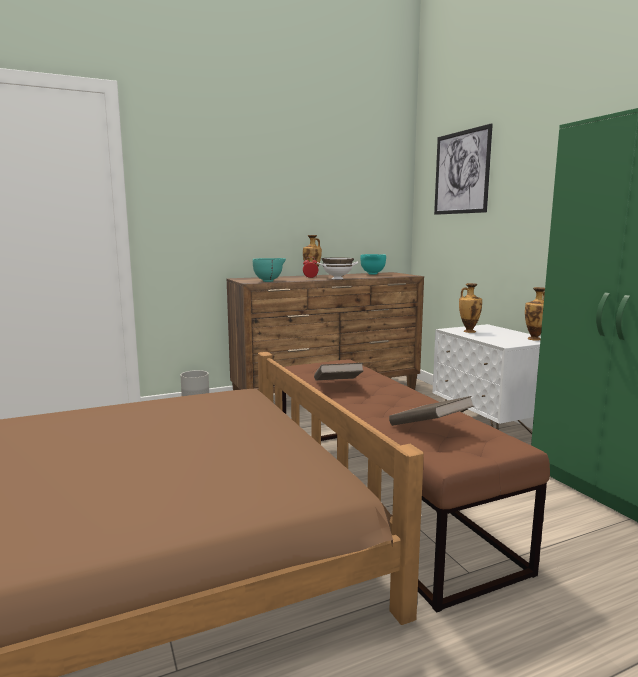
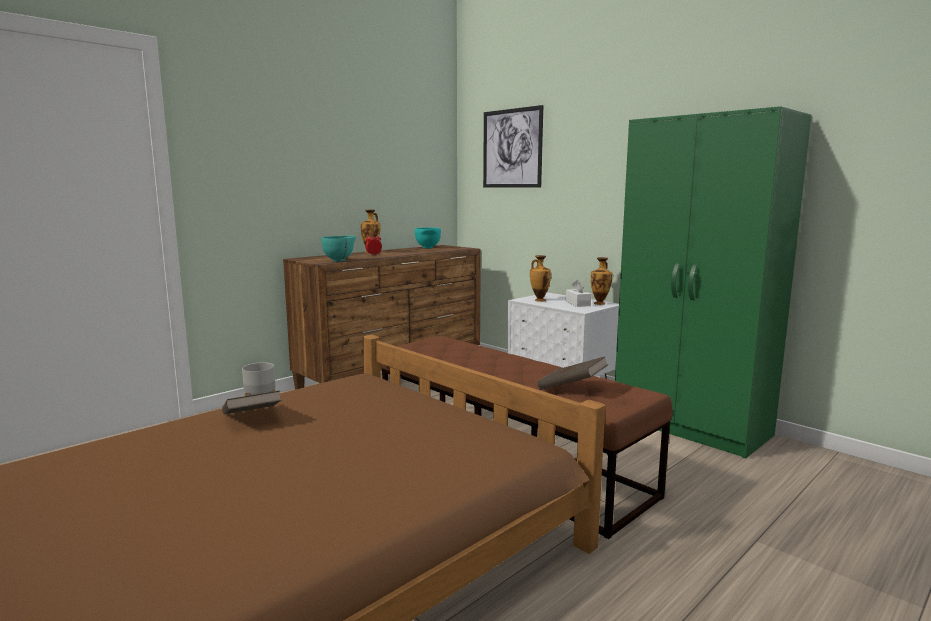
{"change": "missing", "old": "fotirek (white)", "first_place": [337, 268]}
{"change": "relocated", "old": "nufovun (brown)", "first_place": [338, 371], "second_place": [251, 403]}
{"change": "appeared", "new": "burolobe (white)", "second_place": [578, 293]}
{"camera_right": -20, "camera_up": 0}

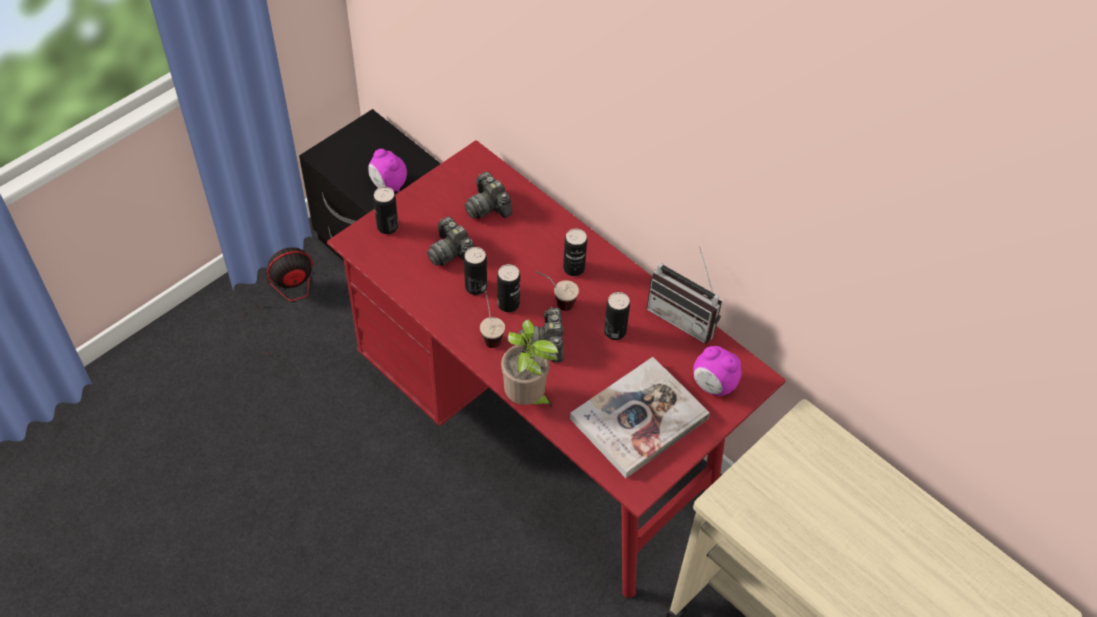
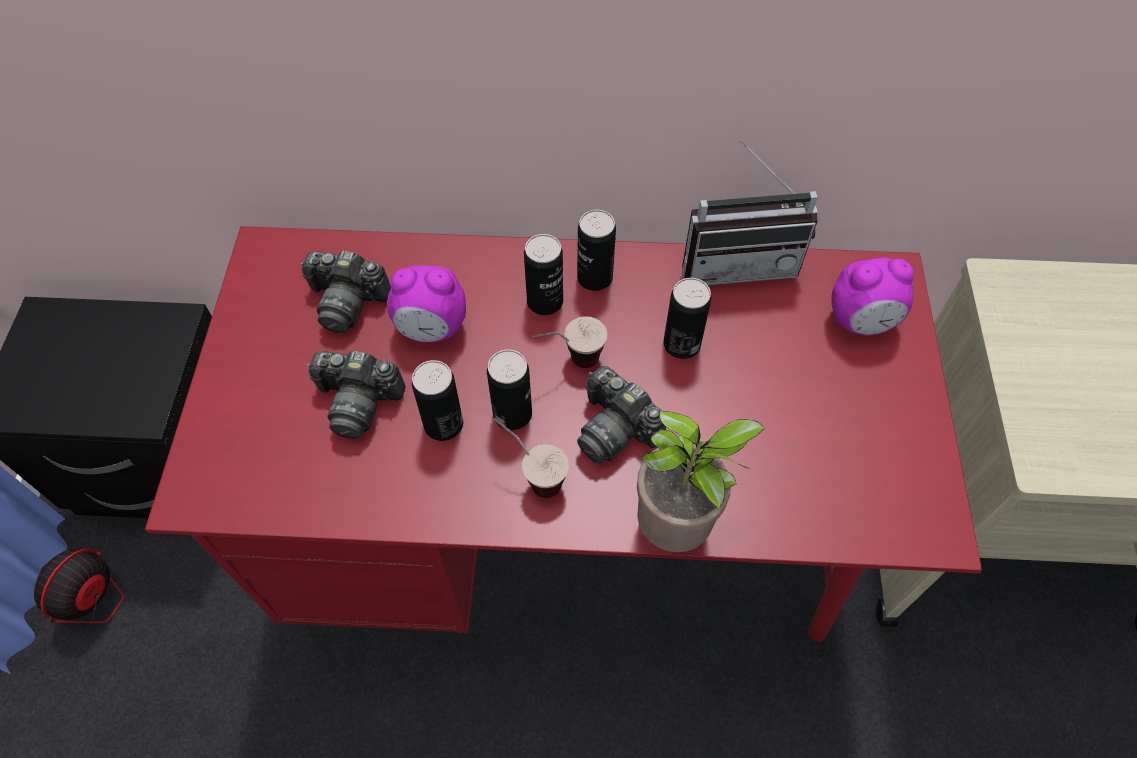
{"change": "relocated", "old": "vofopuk", "first_place": [387, 170], "second_place": [426, 304]}
{"change": "relocated", "old": "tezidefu", "first_place": [385, 210], "second_place": [596, 250]}
{"change": "missing", "old": "nufovun", "first_place": [640, 417]}
{"camera_right": -40, "camera_up": 5}

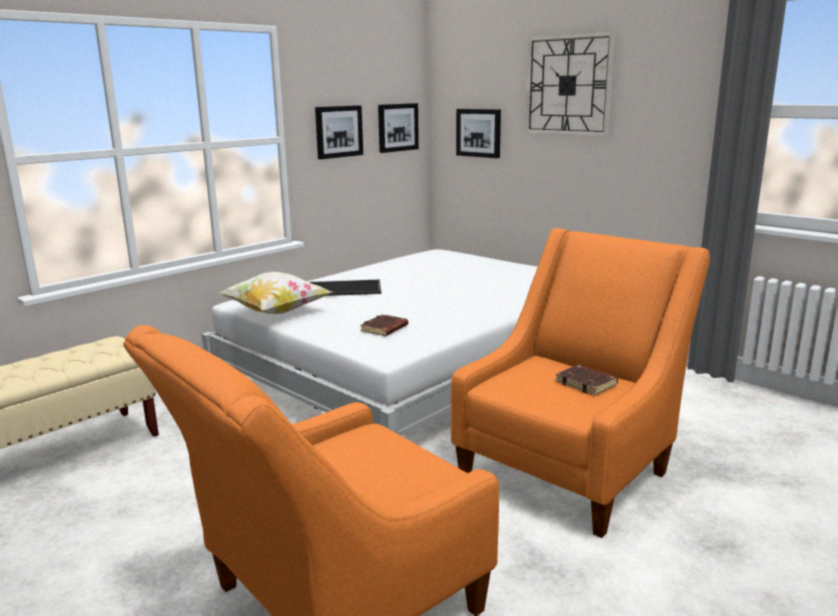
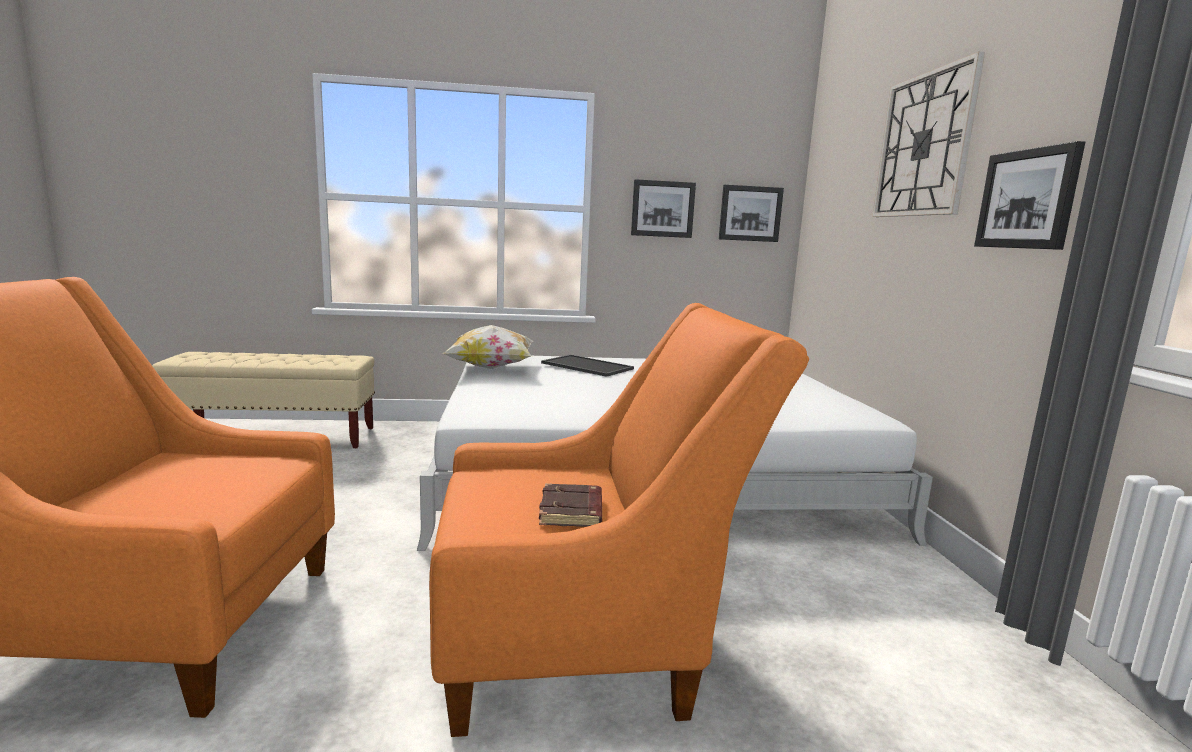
{"change": "relocated", "old": "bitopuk", "first_place": [478, 133], "second_place": [1029, 195]}
{"change": "missing", "old": "nufovun (brown)", "first_place": [384, 325]}
{"camera_right": 40, "camera_up": -5}

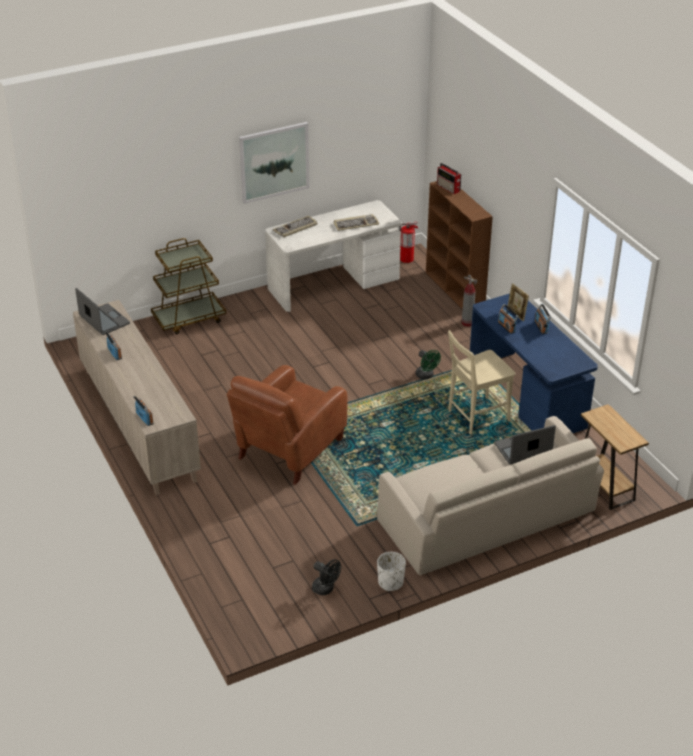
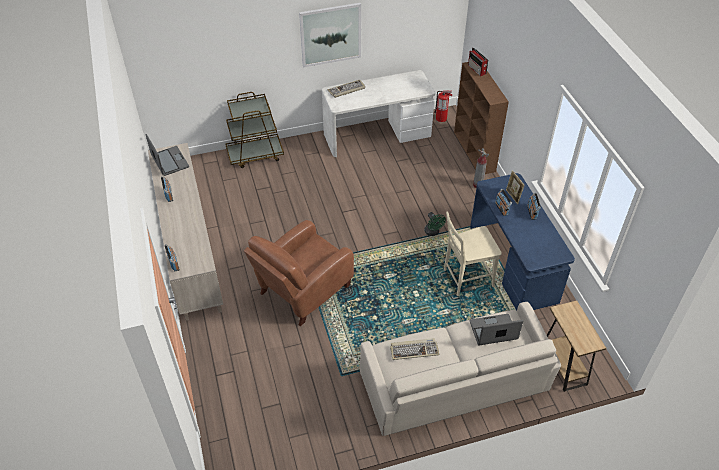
{"change": "relocated", "old": "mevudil", "first_place": [356, 222], "second_place": [415, 349]}
{"change": "missing", "old": "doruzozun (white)", "first_place": [391, 571]}
{"change": "missing", "old": "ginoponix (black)", "first_place": [326, 577]}
{"camera_right": 10, "camera_up": 10}

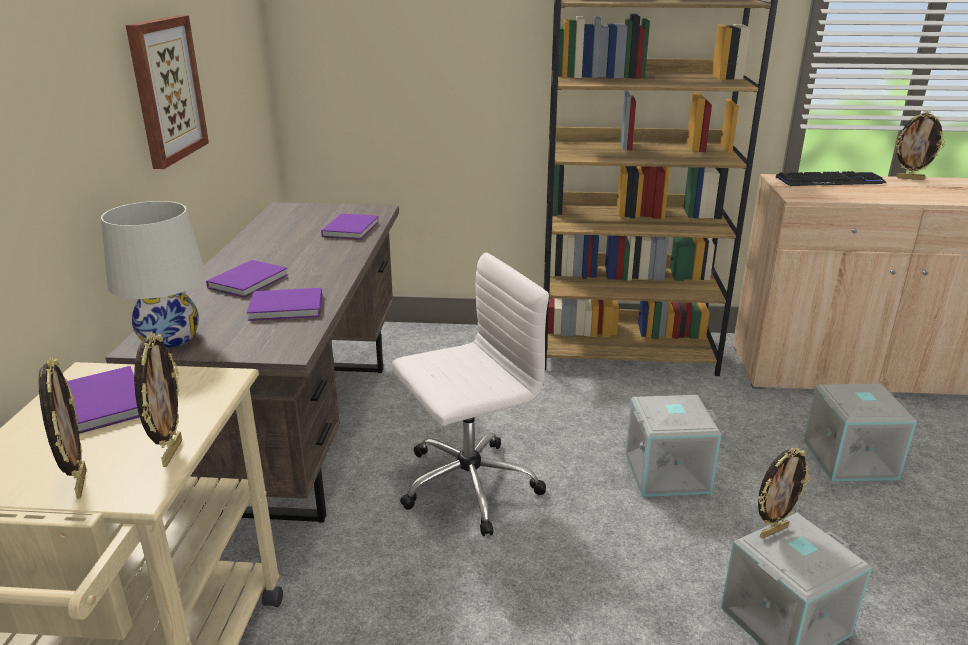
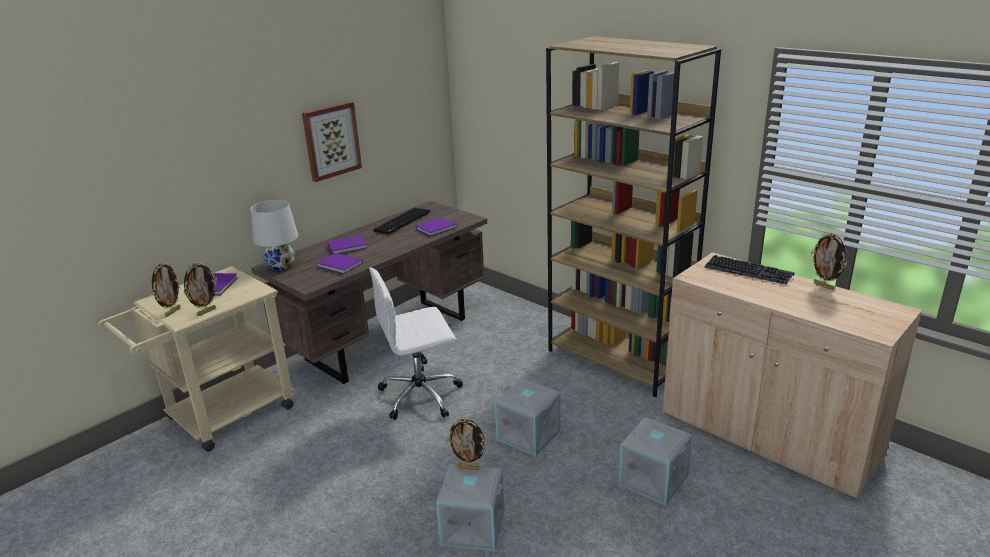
{"change": "spun", "old": "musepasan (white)", "first_place": [470, 394], "second_place": [416, 343], "degrees": 150}
{"change": "appeared", "new": "mevudil", "second_place": [401, 221]}
{"camera_right": 40, "camera_up": 0}

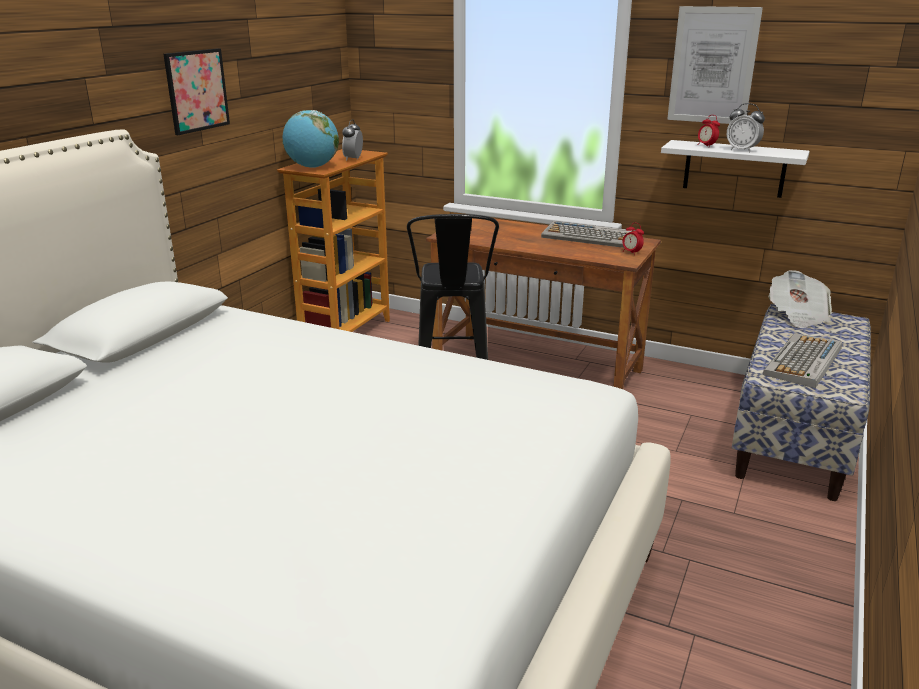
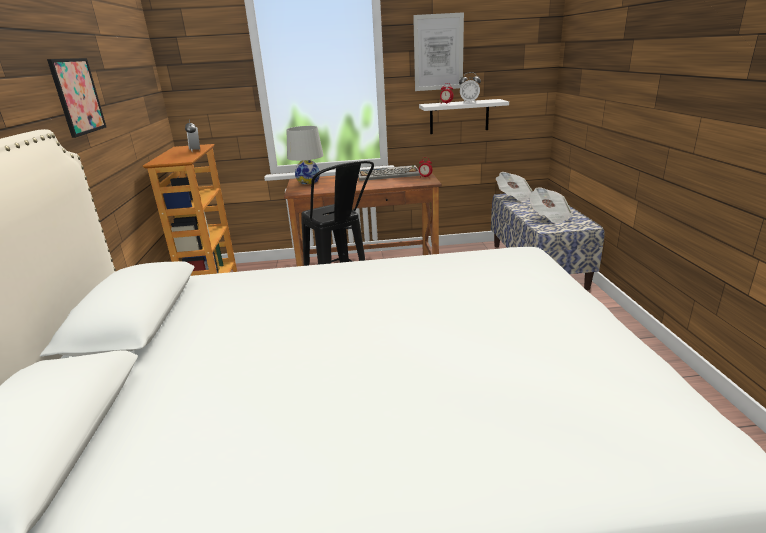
{"change": "missing", "old": "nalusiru", "first_place": [311, 139]}
{"change": "exchanged", "old": "mevudil", "new": "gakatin", "first_place": [802, 360], "second_place": [551, 205]}
{"change": "appeared", "new": "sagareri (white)", "second_place": [305, 155]}
{"camera_right": -30, "camera_up": 0}

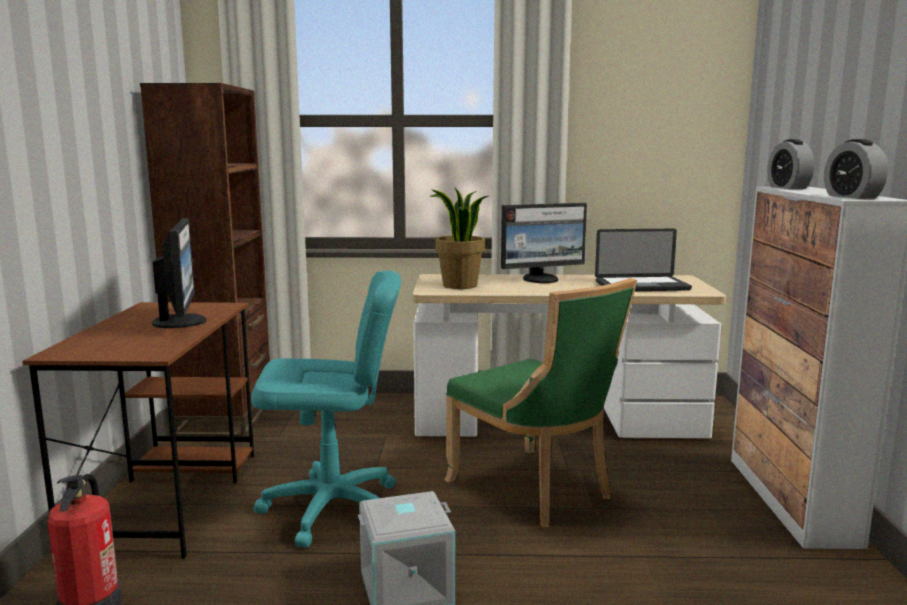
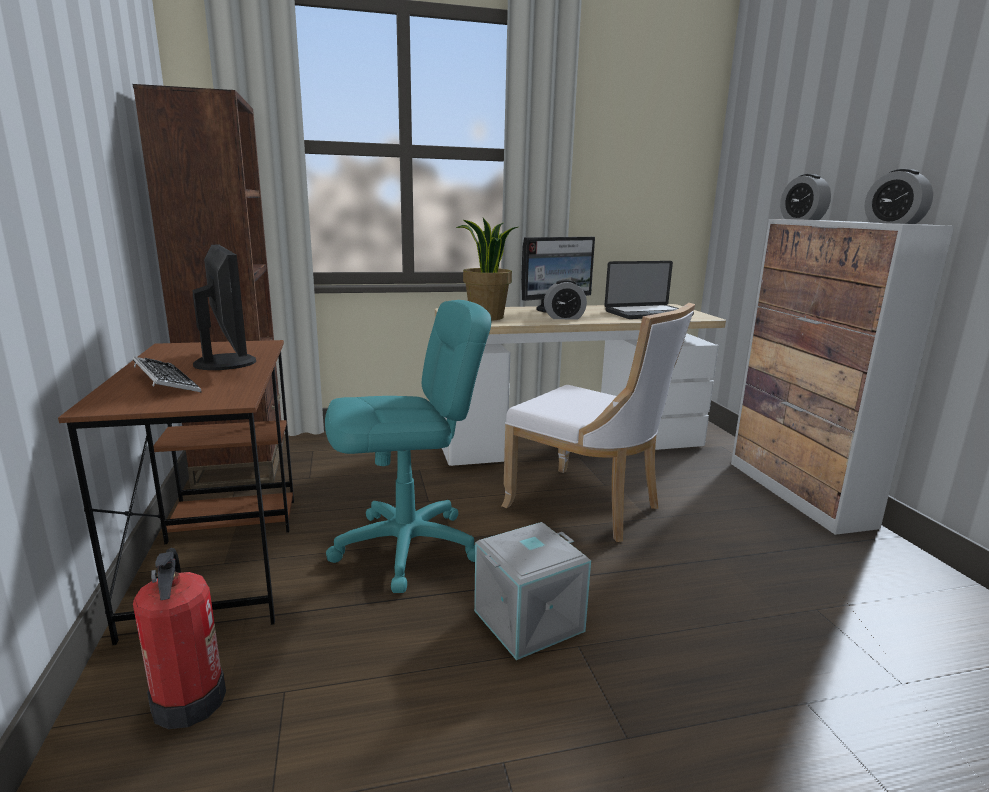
{"change": "colour", "old": "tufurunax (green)", "new": "tufurunax (white)", "first_place": [541, 402], "second_place": [598, 422]}
{"change": "appeared", "new": "vofopuk", "second_place": [565, 299]}
{"change": "appeared", "new": "mevudil", "second_place": [167, 374]}
{"camera_right": -15, "camera_up": 5}

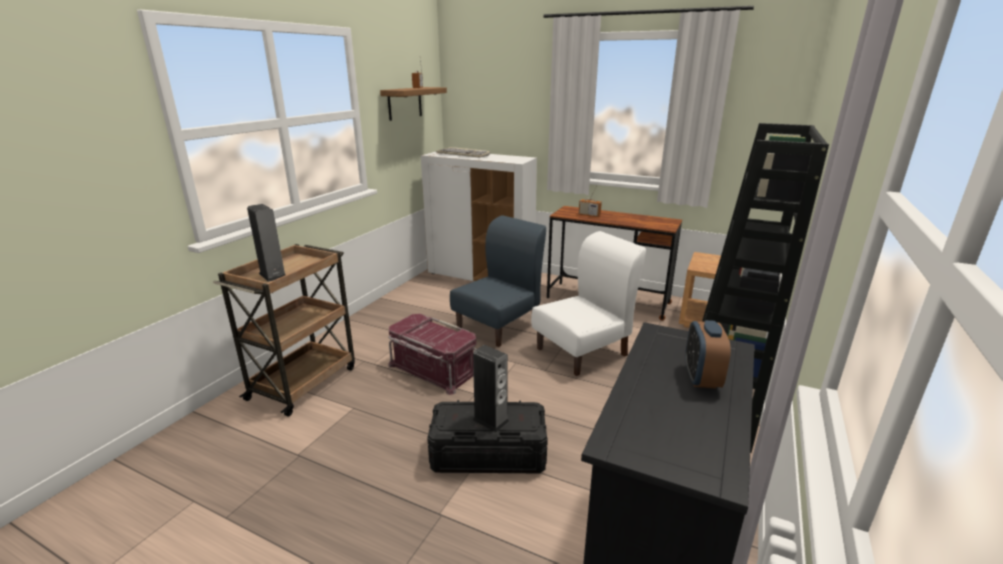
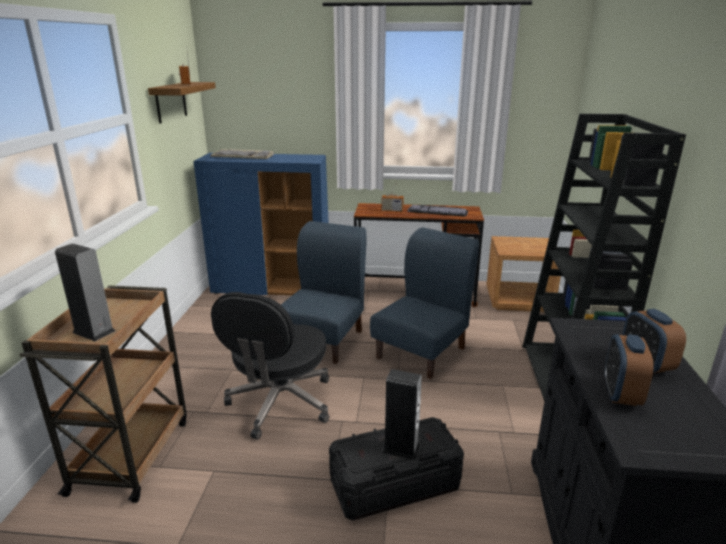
{"change": "colour", "old": "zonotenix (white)", "new": "zonotenix (blue)", "first_place": [479, 216], "second_place": [261, 224]}
{"change": "colour", "old": "tufurunax (white)", "new": "tufurunax (blue)", "first_place": [588, 303], "second_place": [424, 303]}
{"change": "exchanged", "old": "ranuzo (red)", "new": "musepasan (black)", "first_place": [432, 354], "second_place": [270, 366]}
{"change": "appeared", "new": "mevudil", "second_place": [437, 211]}
{"change": "appeared", "new": "vofopuk", "second_place": [629, 370]}
{"camera_right": -20, "camera_up": 0}

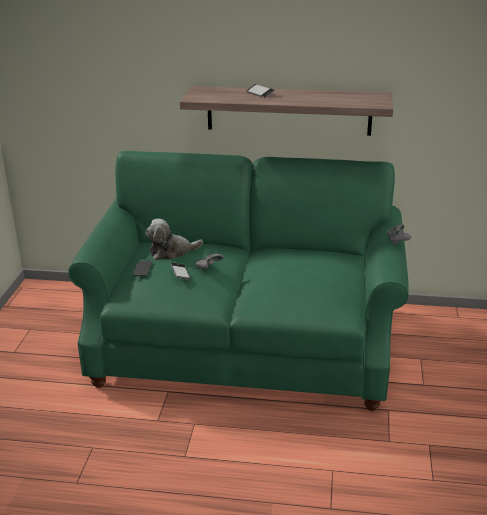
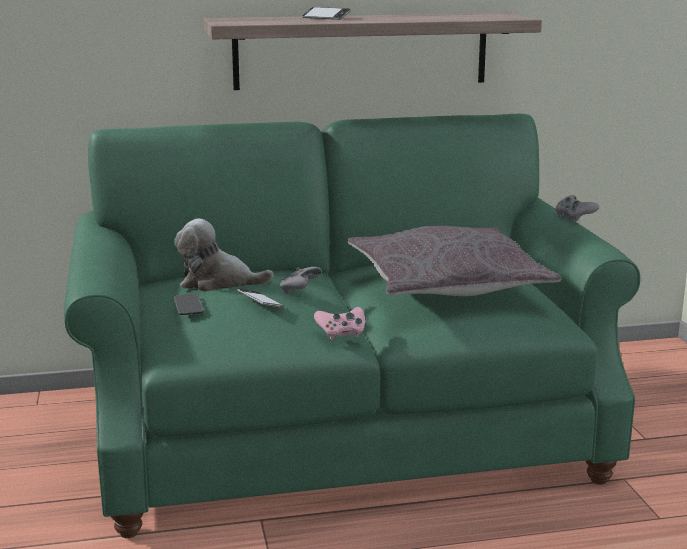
{"change": "spun", "old": "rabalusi", "first_place": [174, 239], "second_place": [224, 255], "degrees": 45}
{"change": "appeared", "new": "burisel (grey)", "second_place": [454, 260]}
{"change": "appeared", "new": "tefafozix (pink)", "second_place": [339, 323]}
{"camera_right": -20, "camera_up": -10}

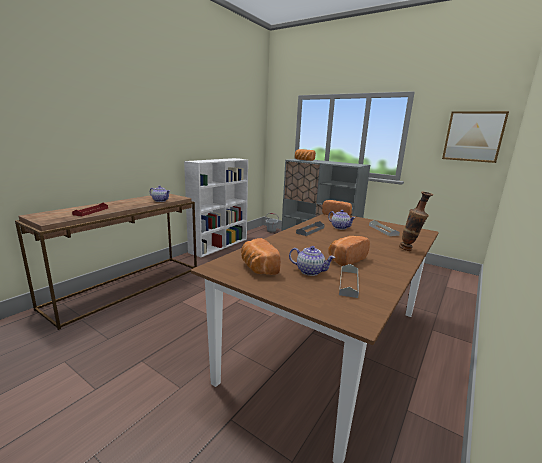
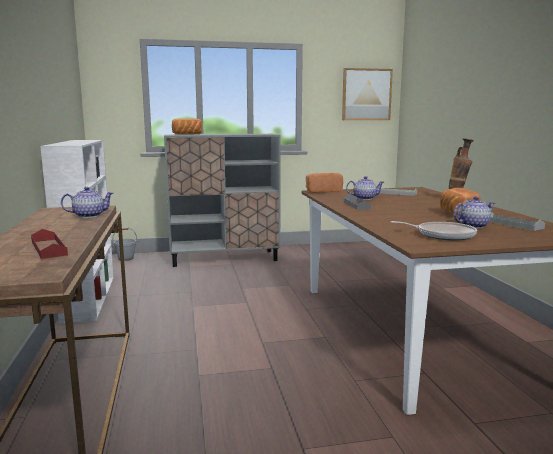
{"change": "exchanged", "old": "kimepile", "new": "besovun", "first_place": [261, 256], "second_place": [434, 231]}
{"camera_right": -45, "camera_up": -5}

